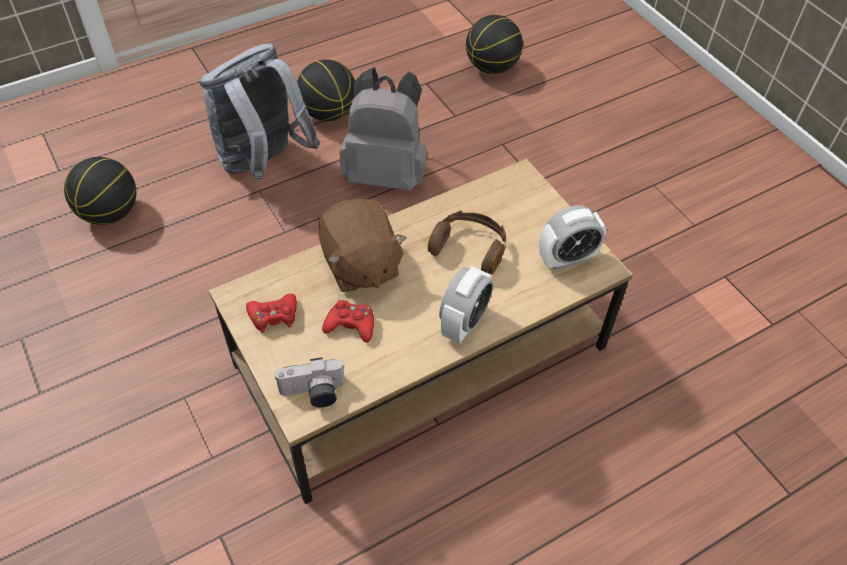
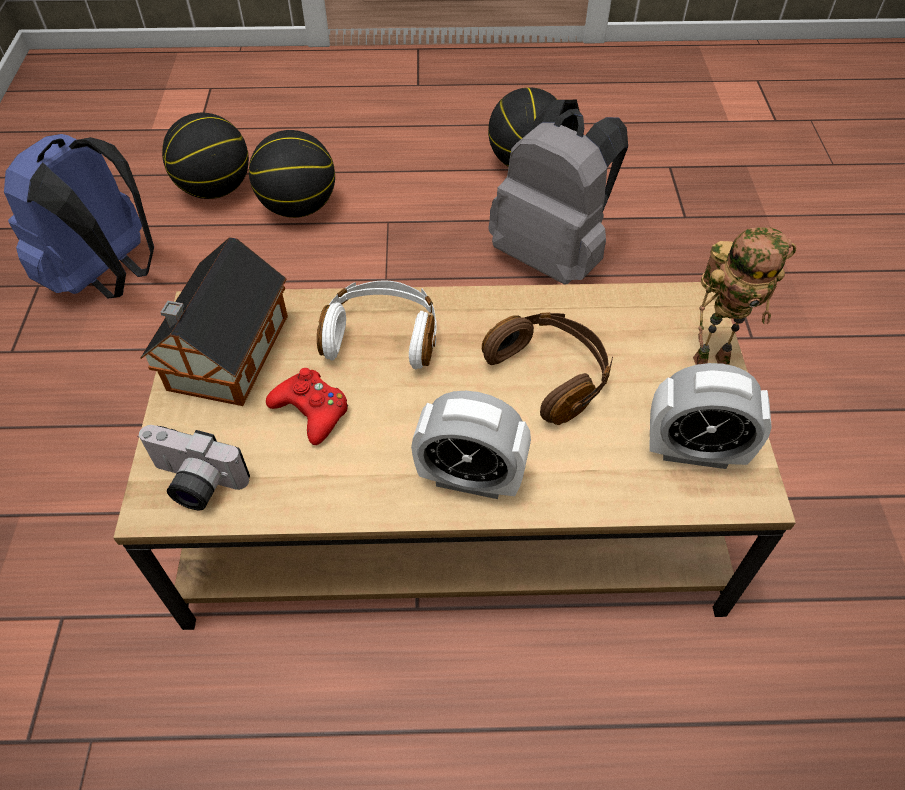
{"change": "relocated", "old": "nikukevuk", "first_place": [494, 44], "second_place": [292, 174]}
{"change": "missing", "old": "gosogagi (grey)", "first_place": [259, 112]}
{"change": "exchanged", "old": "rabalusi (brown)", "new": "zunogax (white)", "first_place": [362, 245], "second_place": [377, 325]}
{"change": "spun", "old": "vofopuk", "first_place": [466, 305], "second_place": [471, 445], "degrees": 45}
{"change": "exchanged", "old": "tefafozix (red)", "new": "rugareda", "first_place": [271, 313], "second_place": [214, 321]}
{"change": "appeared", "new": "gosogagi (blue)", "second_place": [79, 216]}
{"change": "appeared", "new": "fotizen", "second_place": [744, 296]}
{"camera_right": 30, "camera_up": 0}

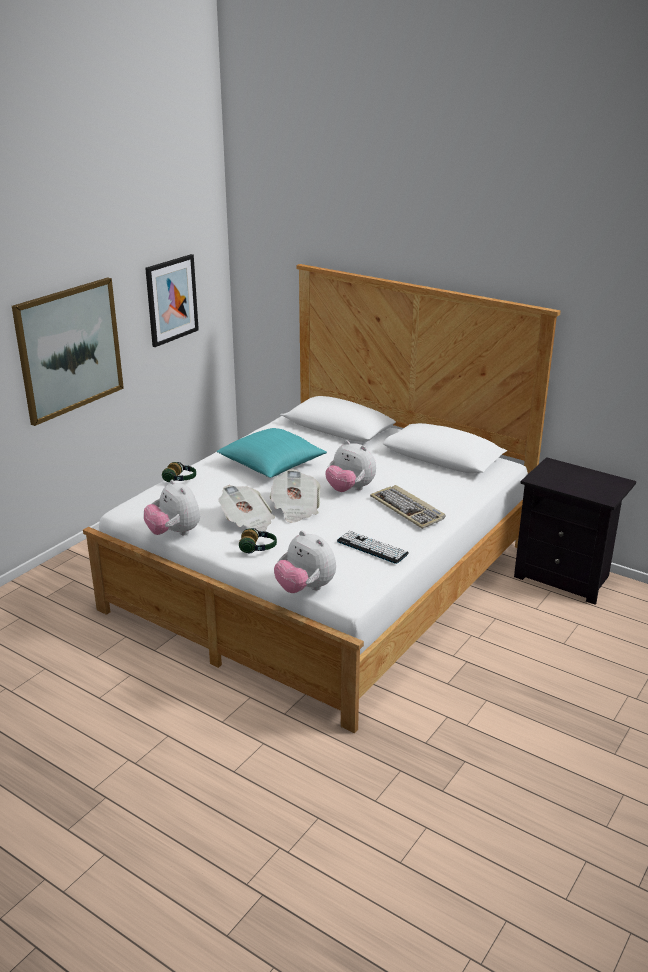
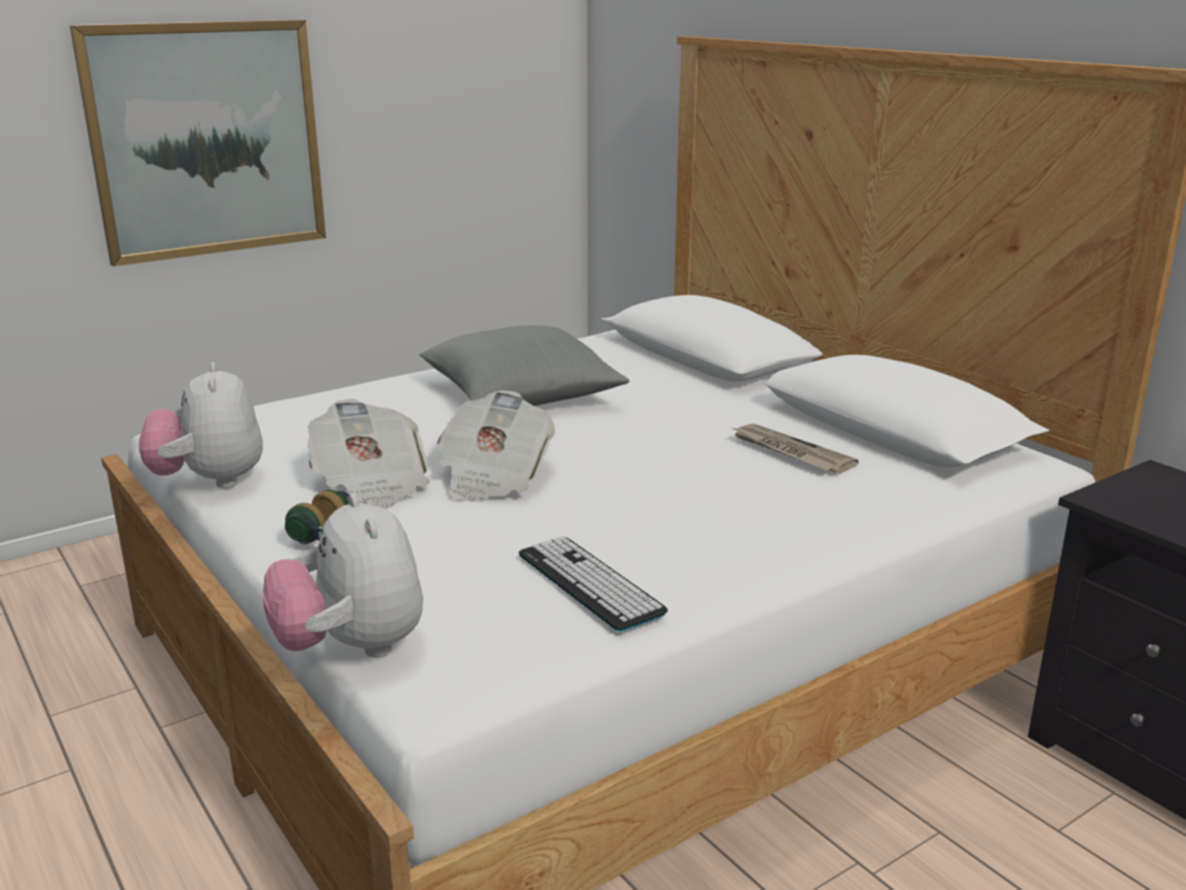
{"change": "missing", "old": "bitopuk", "first_place": [172, 300]}
{"change": "colour", "old": "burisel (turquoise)", "new": "burisel (grey)", "first_place": [272, 453], "second_place": [524, 365]}
{"change": "missing", "old": "rabalusi", "first_place": [350, 466]}
{"change": "missing", "old": "zunogax", "first_place": [179, 472]}
{"change": "missing", "old": "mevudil", "first_place": [407, 507]}
{"change": "appeared", "new": "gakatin", "second_place": [795, 449]}
{"camera_right": 20, "camera_up": -5}

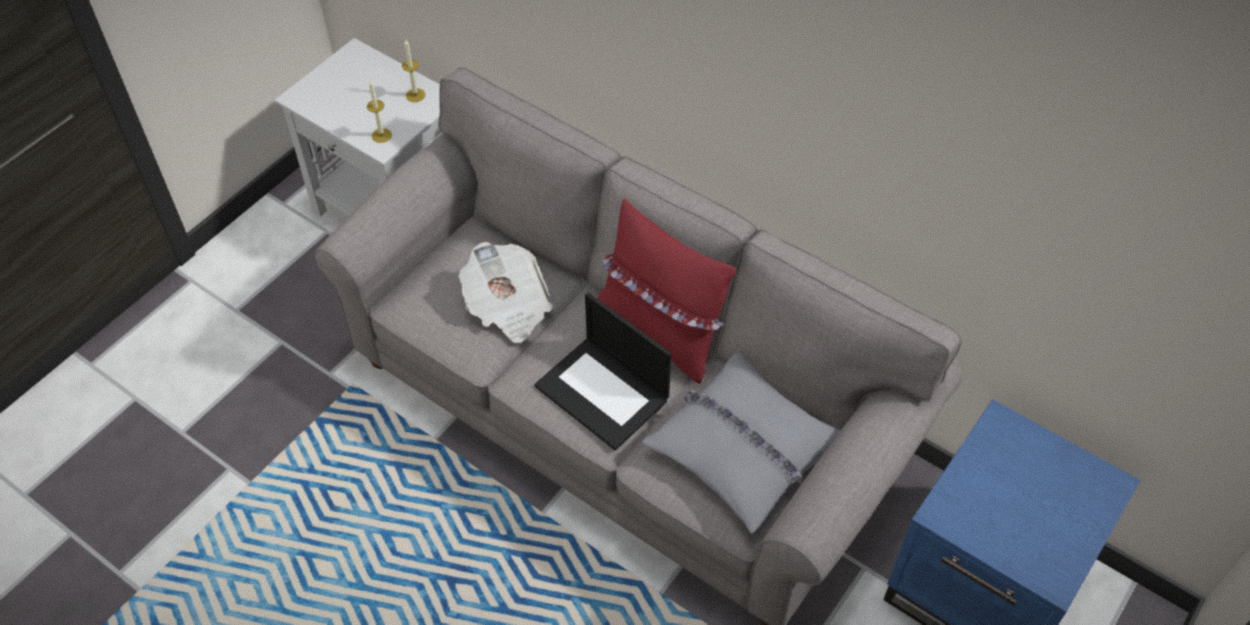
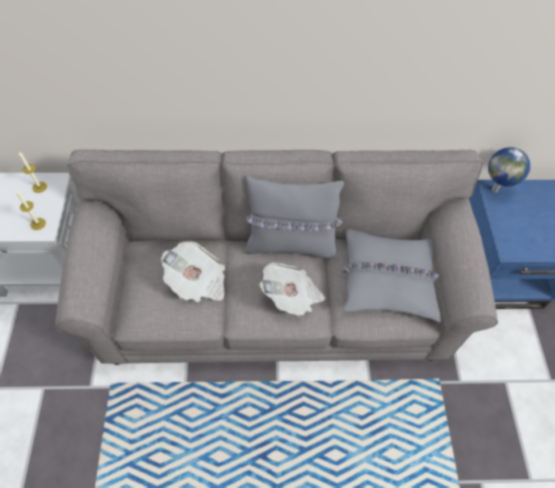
{"change": "colour", "old": "burisel (red)", "new": "burisel (grey)", "first_place": [667, 290], "second_place": [294, 217]}
{"change": "exchanged", "old": "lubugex", "new": "gakatin", "first_place": [602, 371], "second_place": [292, 289]}
{"change": "appeared", "new": "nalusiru", "second_place": [509, 169]}
{"camera_right": -40, "camera_up": 5}

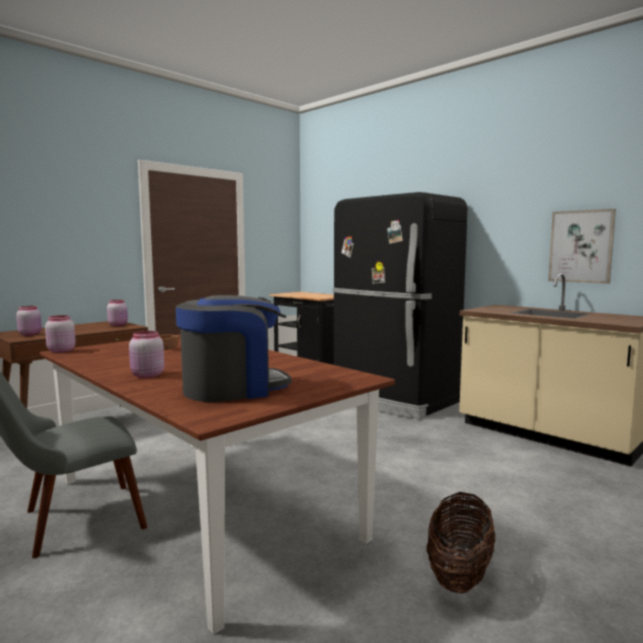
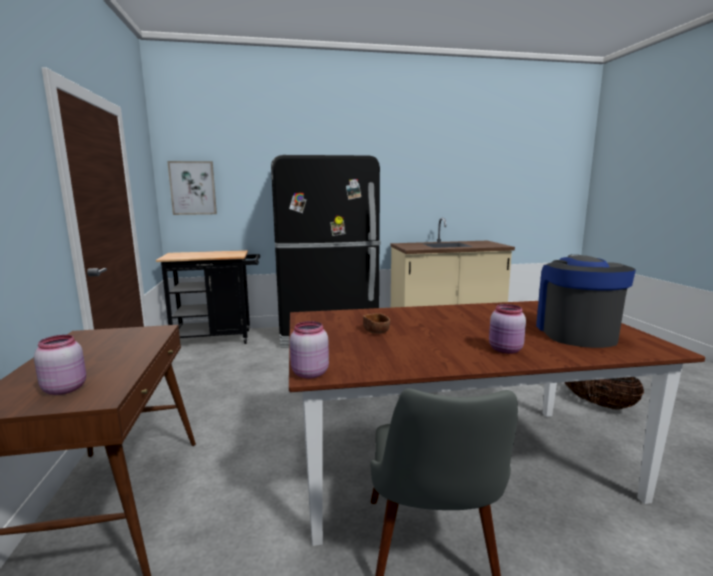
{"change": "relocated", "old": "bitopuk", "first_place": [582, 246], "second_place": [192, 188]}
{"change": "missing", "old": "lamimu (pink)", "first_place": [117, 313]}
{"camera_right": -55, "camera_up": 5}

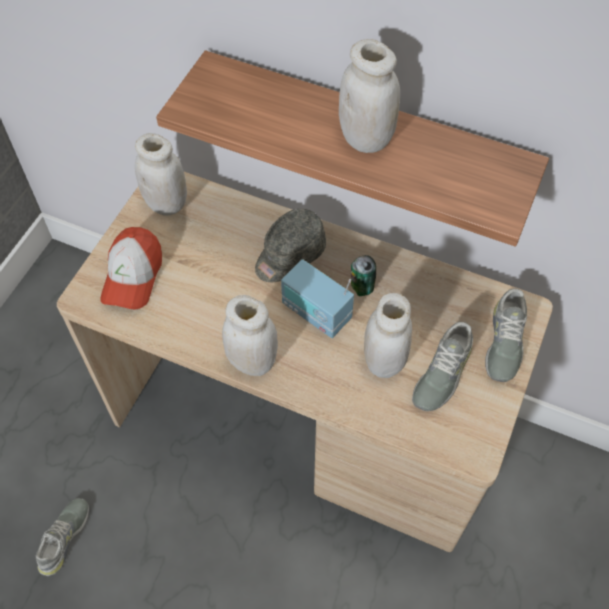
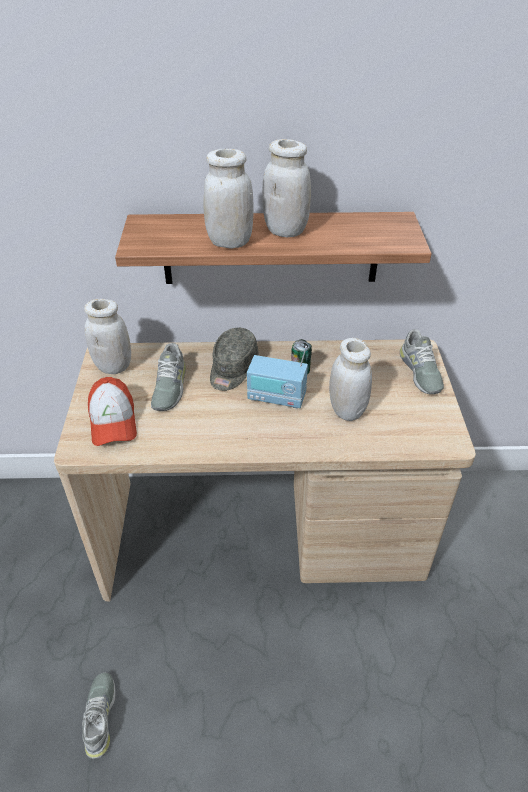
{"change": "relocated", "old": "lamimu (white)", "first_place": [250, 335], "second_place": [228, 199]}
{"change": "relocated", "old": "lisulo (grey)", "first_place": [442, 366], "second_place": [168, 377]}
{"camera_right": -25, "camera_up": -15}

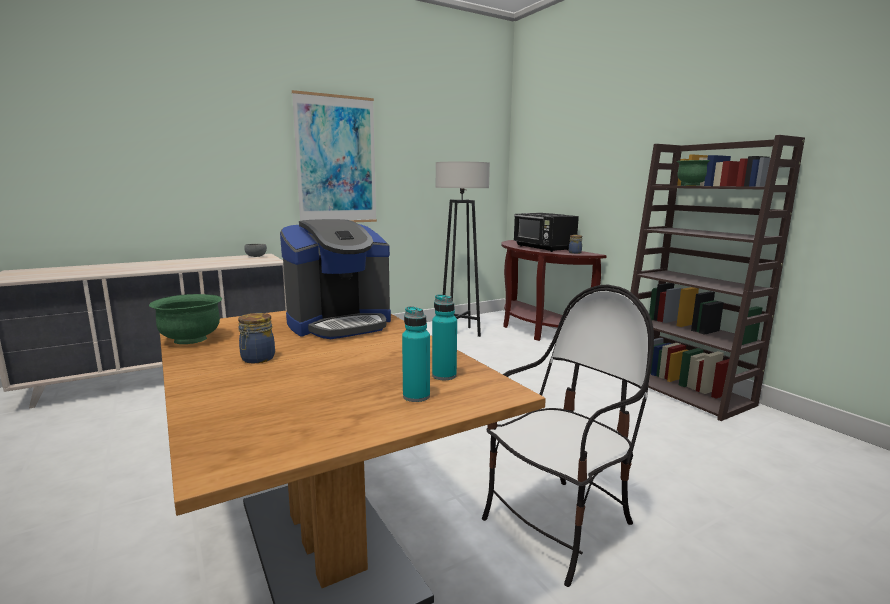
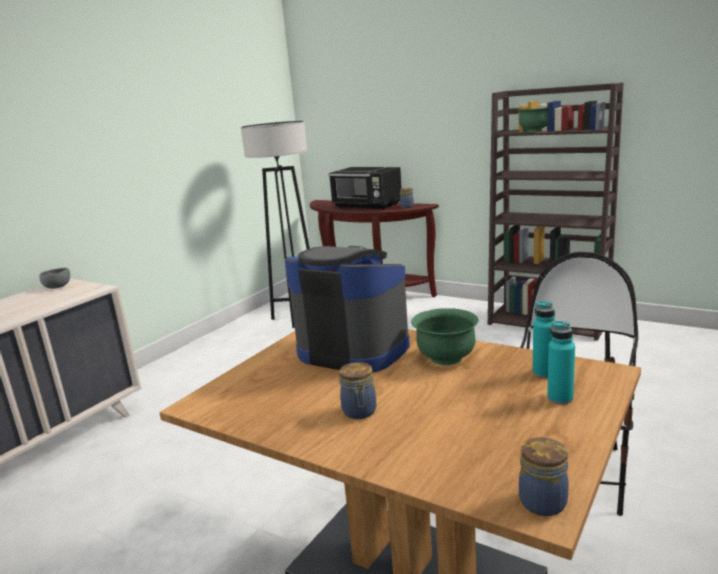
{"change": "missing", "old": "bitopuk", "first_place": [334, 156]}
{"change": "spun", "old": "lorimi", "first_place": [335, 279], "second_place": [347, 309], "degrees": -90}
{"change": "relocated", "old": "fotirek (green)", "first_place": [185, 319], "second_place": [445, 336]}
{"change": "appeared", "new": "lamimu", "second_place": [544, 476]}
{"camera_right": -25, "camera_up": 5}

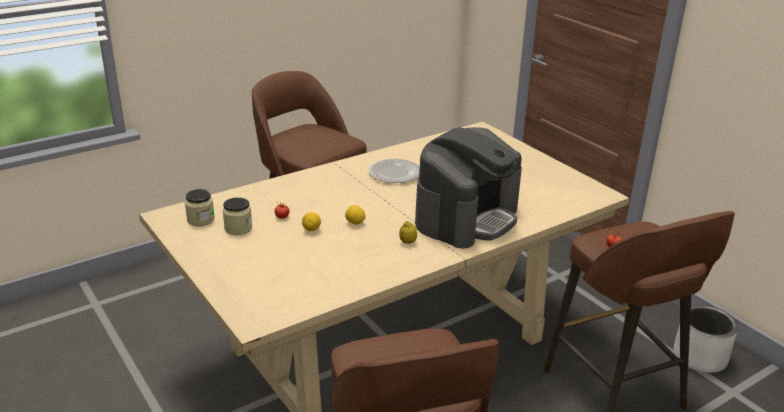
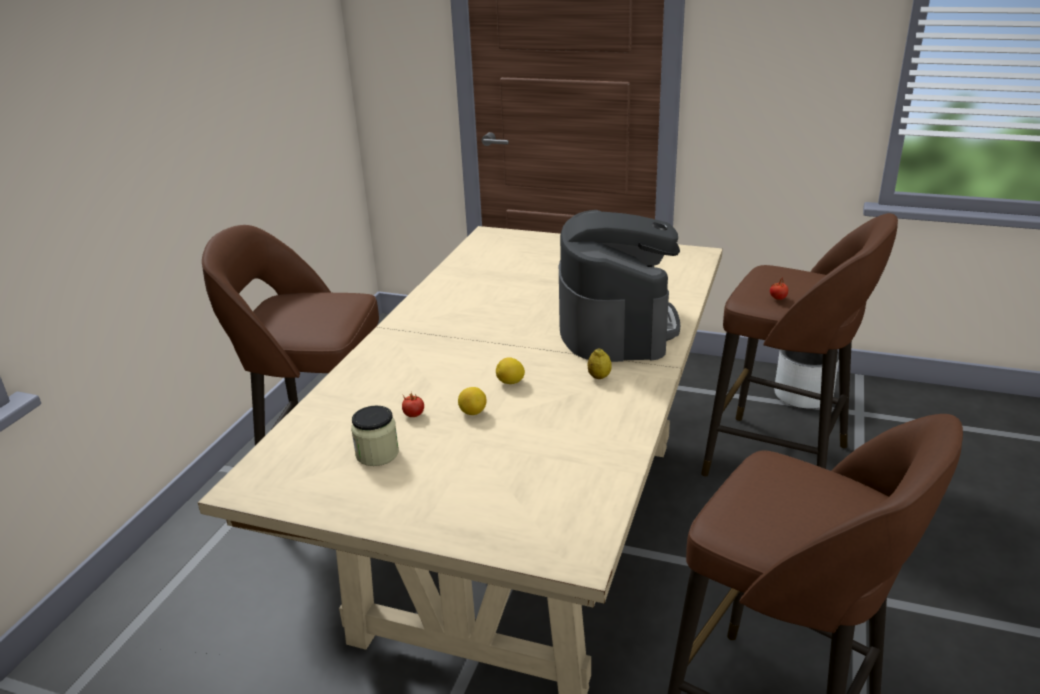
{"change": "missing", "old": "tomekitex", "first_place": [394, 171]}
{"change": "missing", "old": "lamimu", "first_place": [200, 207]}
{"camera_right": -35, "camera_up": 0}

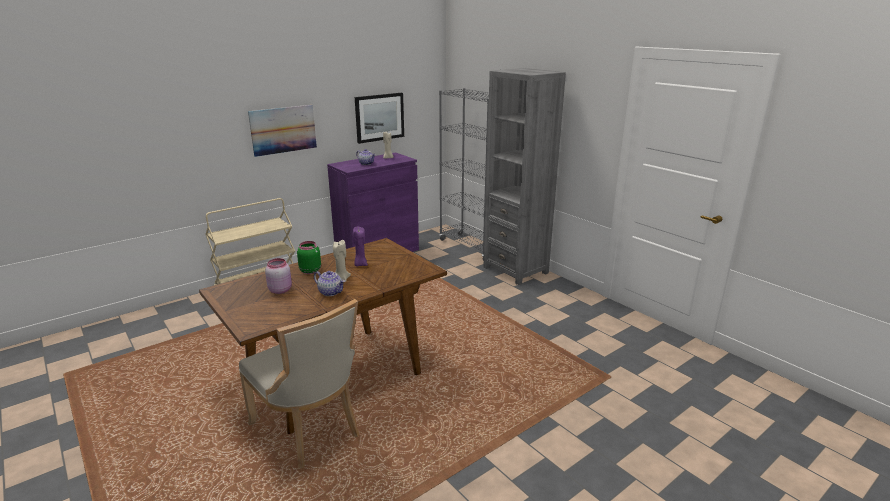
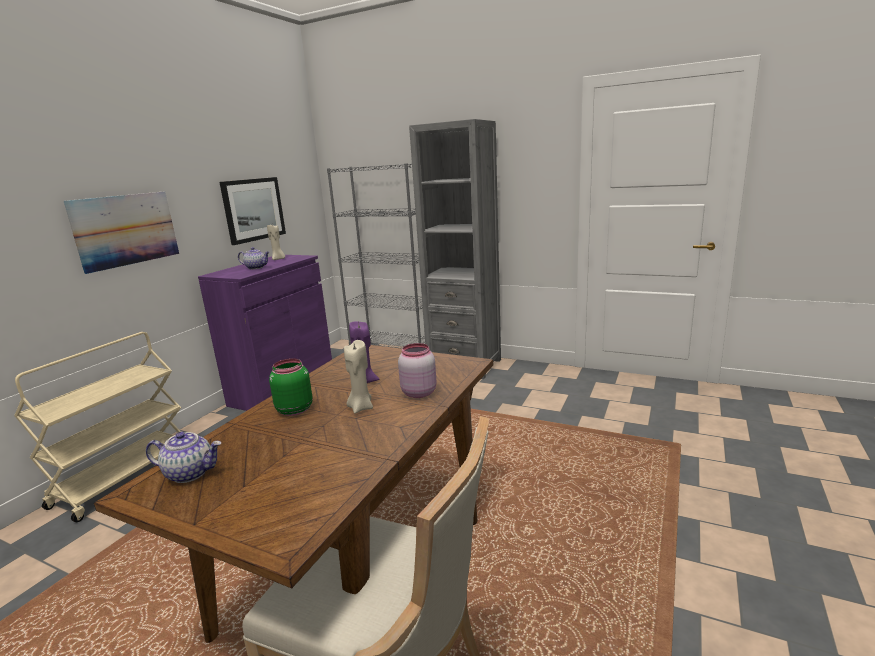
{"change": "relocated", "old": "lamimu (pink)", "first_place": [278, 276], "second_place": [417, 370]}
{"change": "relocated", "old": "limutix", "first_place": [329, 283], "second_place": [183, 457]}
{"camera_right": -25, "camera_up": -5}

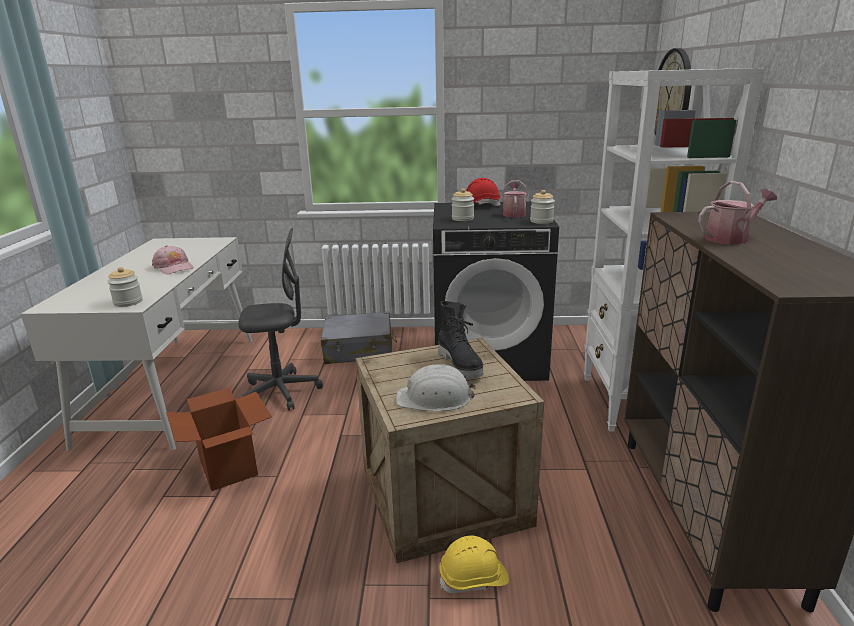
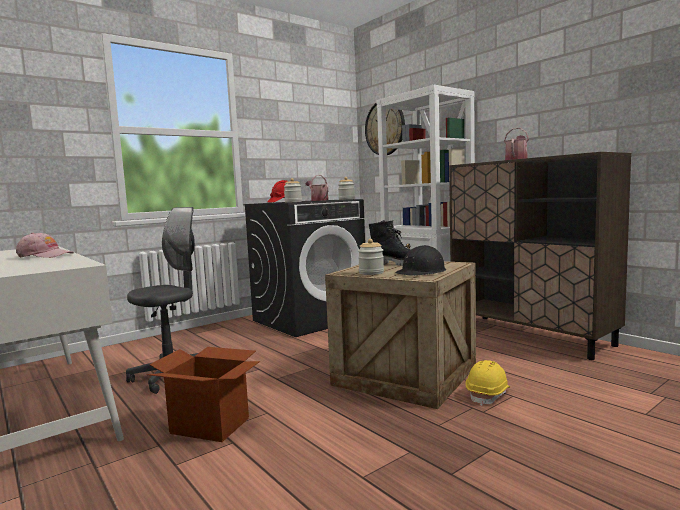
{"change": "relocated", "old": "lamimu", "first_place": [125, 287], "second_place": [371, 257]}
{"change": "missing", "old": "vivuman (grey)", "first_place": [359, 338]}
{"change": "colour", "old": "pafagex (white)", "new": "pafagex (black)", "first_place": [436, 387], "second_place": [420, 260]}
{"camera_right": -40, "camera_up": -15}

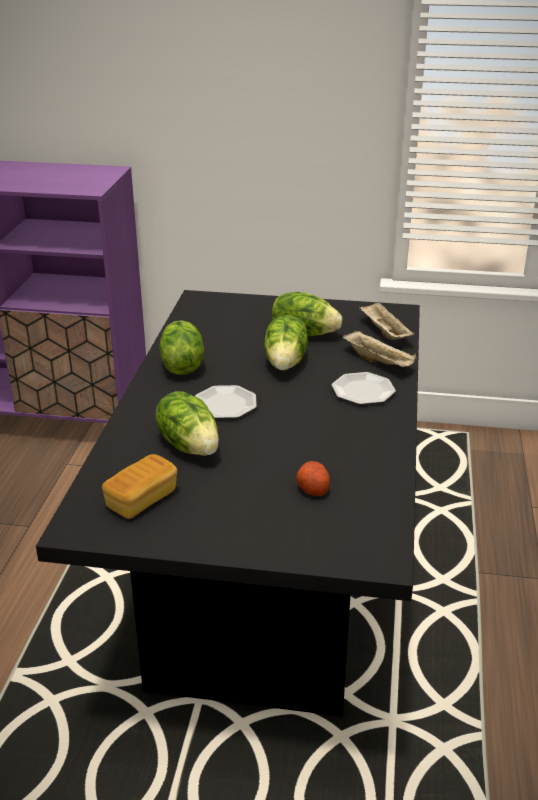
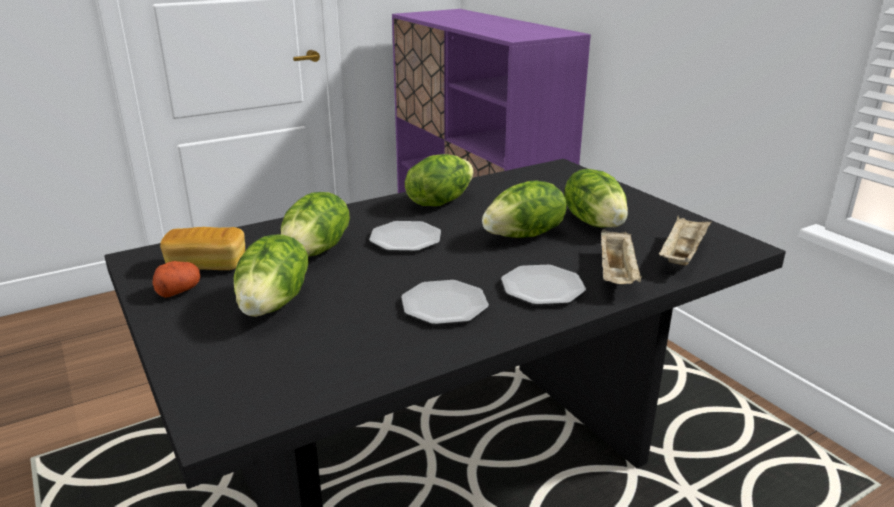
{"change": "relocated", "old": "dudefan", "first_place": [313, 478], "second_place": [176, 279]}
{"change": "appeared", "new": "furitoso", "second_place": [271, 276]}
{"change": "appeared", "new": "tomekitex", "second_place": [445, 302]}
{"camera_right": 50, "camera_up": -5}

